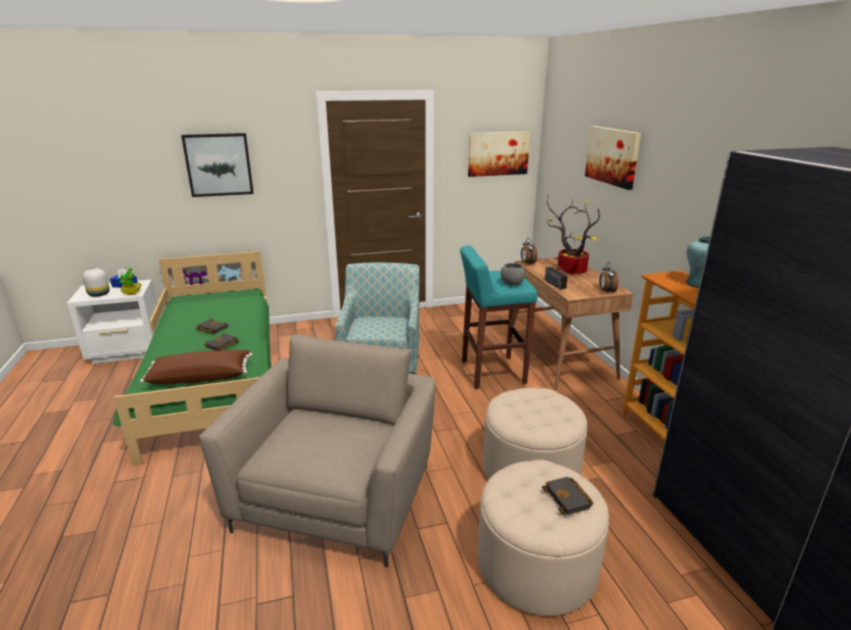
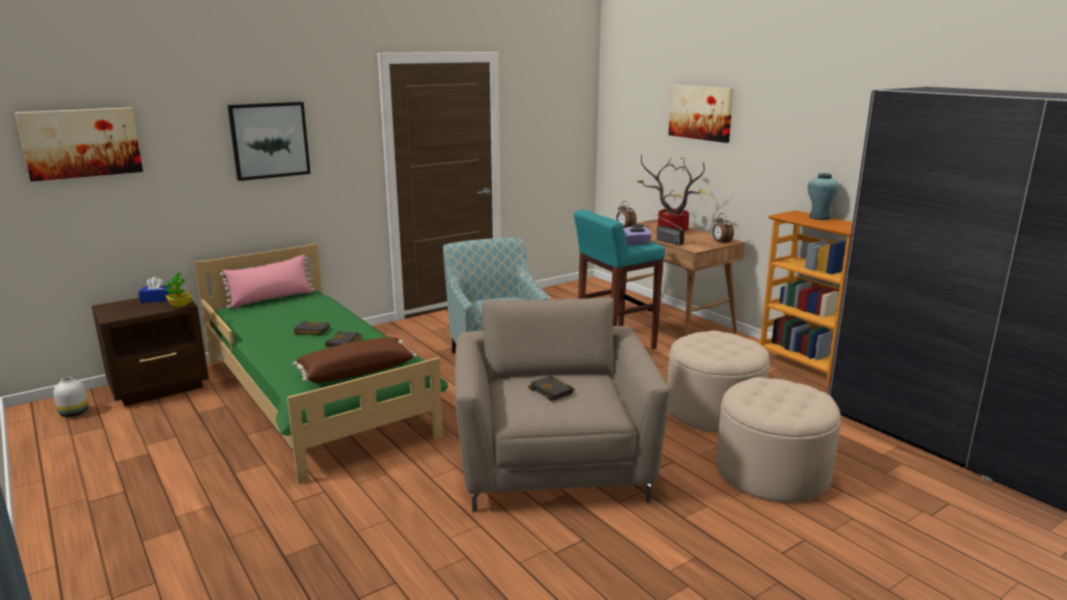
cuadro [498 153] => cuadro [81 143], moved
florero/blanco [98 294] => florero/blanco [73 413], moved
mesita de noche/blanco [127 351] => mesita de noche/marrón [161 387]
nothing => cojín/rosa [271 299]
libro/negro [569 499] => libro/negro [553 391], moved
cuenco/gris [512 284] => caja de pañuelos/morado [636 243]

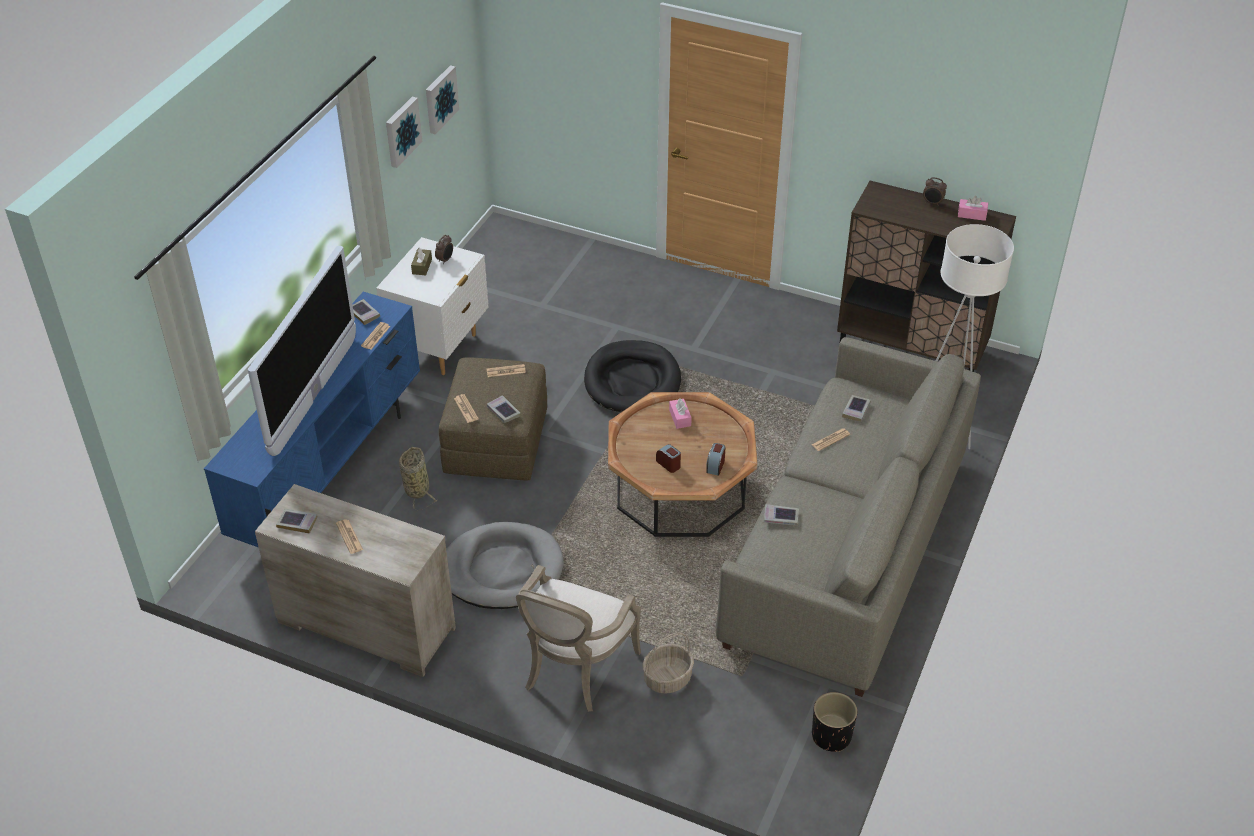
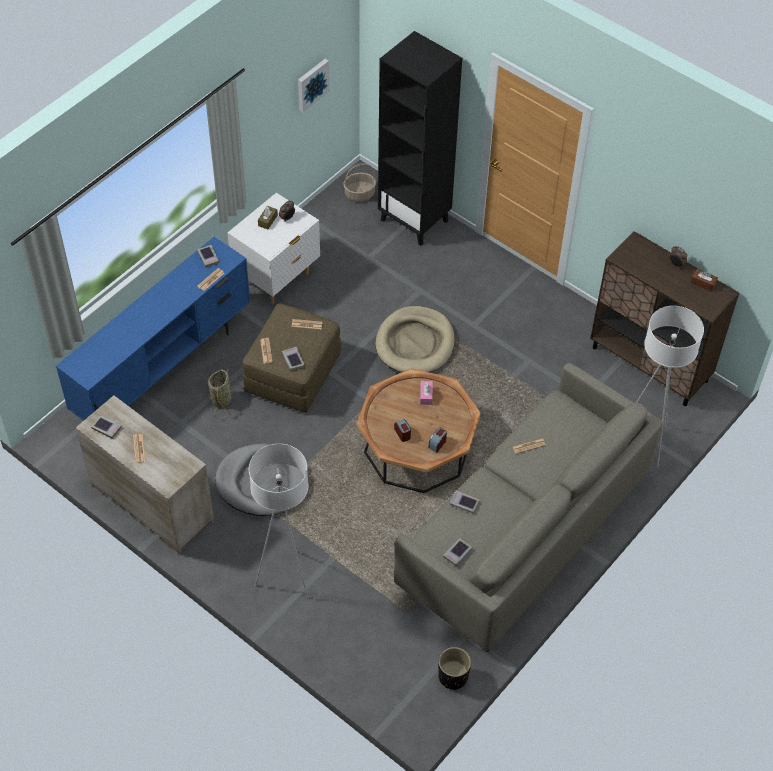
sillón [574 671] => lámpara de pie/blanco [286 577]
cesta [667 678] => cesta [360 193], moved
cama para perro/negro [632 381] => cama para perro/beis [415 343]
nothing => estantería/negro [415 220]
libro [856 410] => libro [457 553], moved
caja de pañuelos/rosa [972 214] => caja de pañuelos/marrón [703 283]
televisor [314 396] => nothing
cuadro [401 131] => nothing

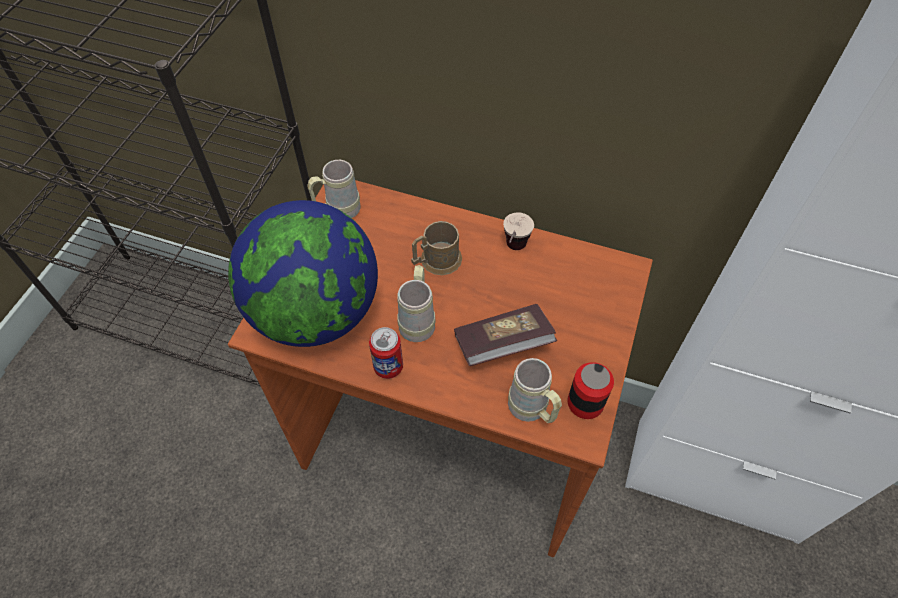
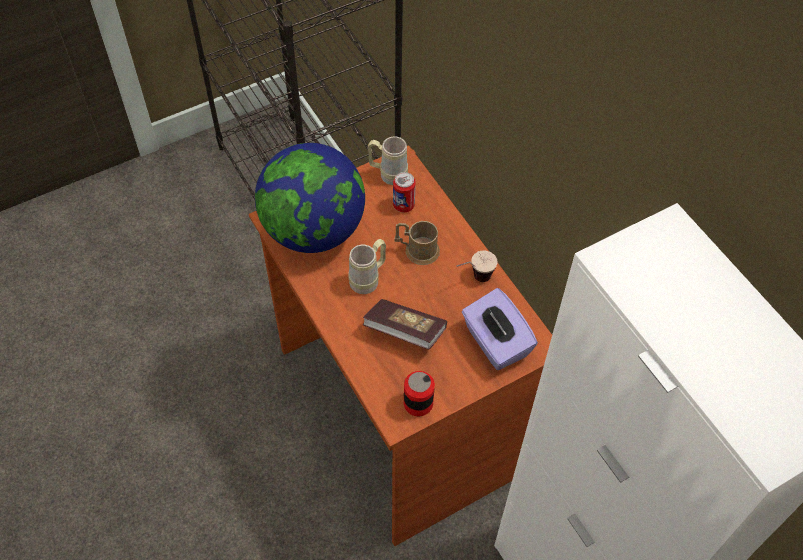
lata [388 367] => lata [403 205], moved
nothing => caja de pañuelos/morado [495 342]
taza grande/beis [532 411] => nothing

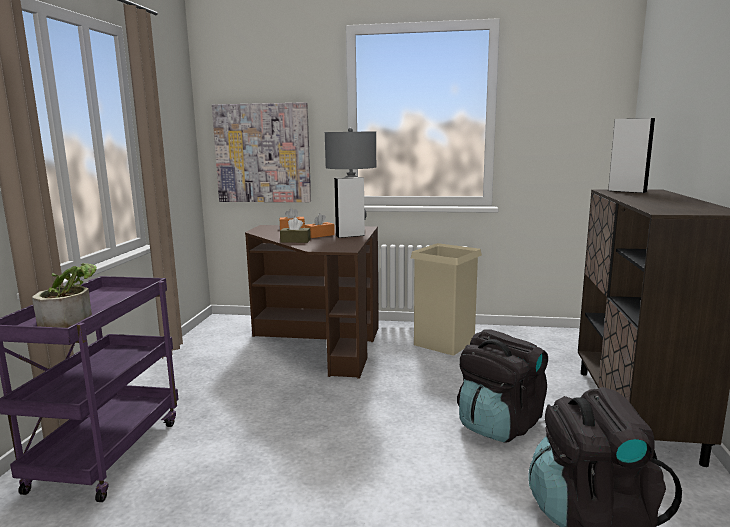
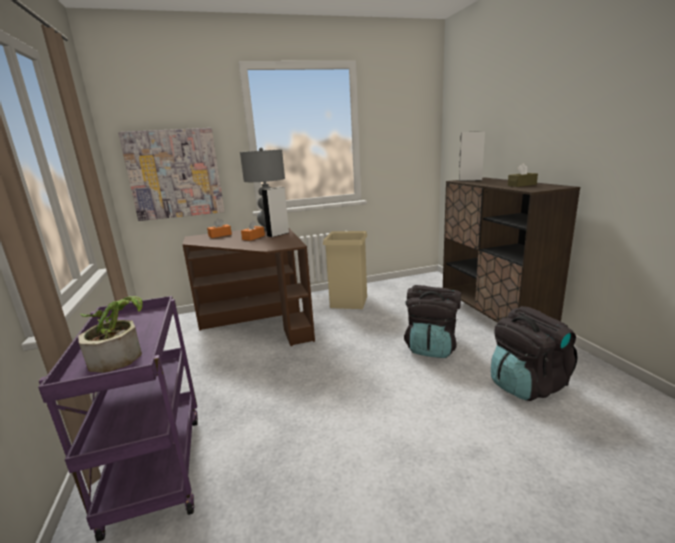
caja de pañuelos/marrón [295 241] => caja de pañuelos/marrón [522 185], moved

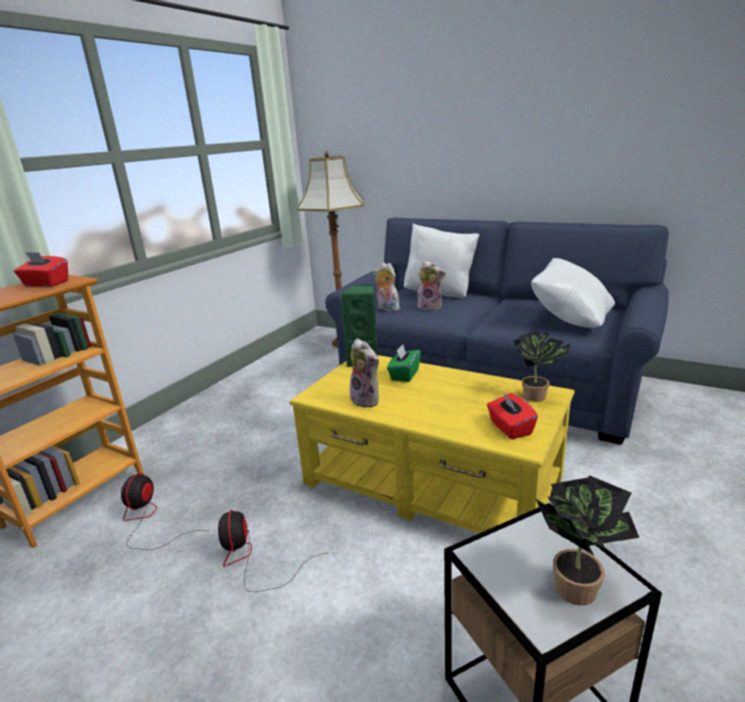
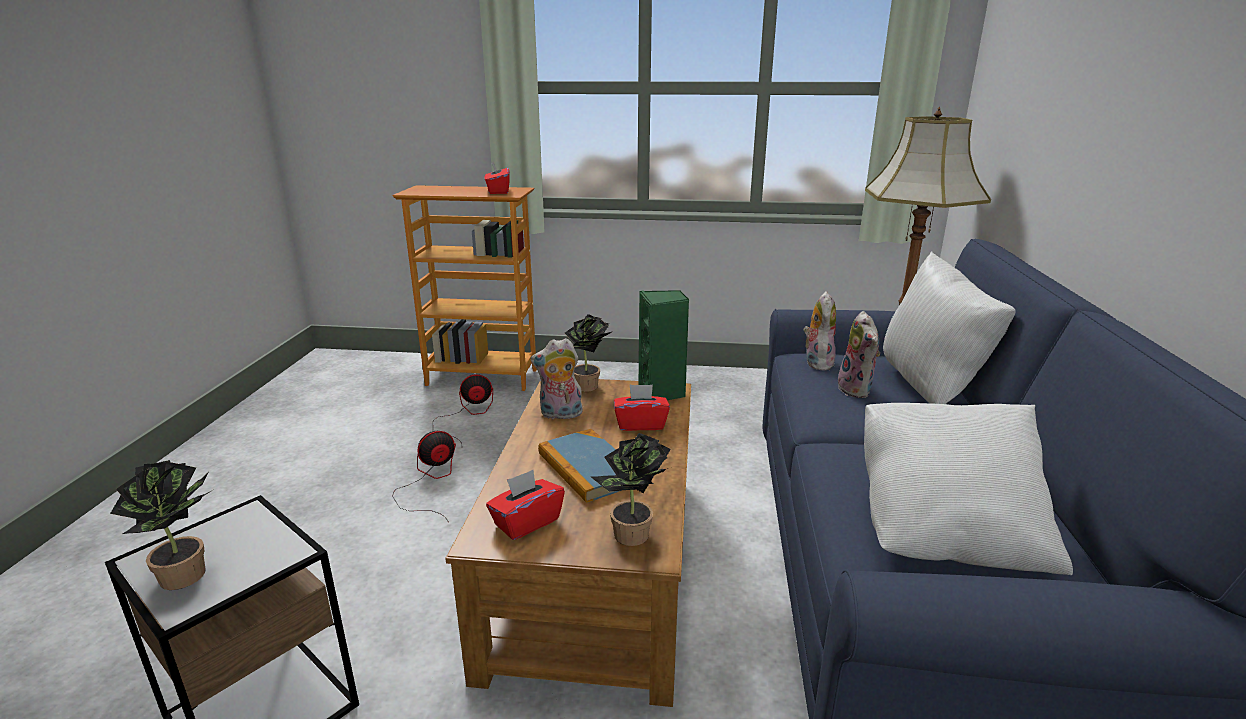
mesa de centro/amarillo [431 481] => mesa de centro/marrón [595 566]
peluche [367 400] => peluche [560 415], 60 degrees clockwise
nothing => libro [588 468]
nothing => planta en maceta [587 387]
caja de pañuelos/verde [404 375] => caja de pañuelos/rojo [640 424]

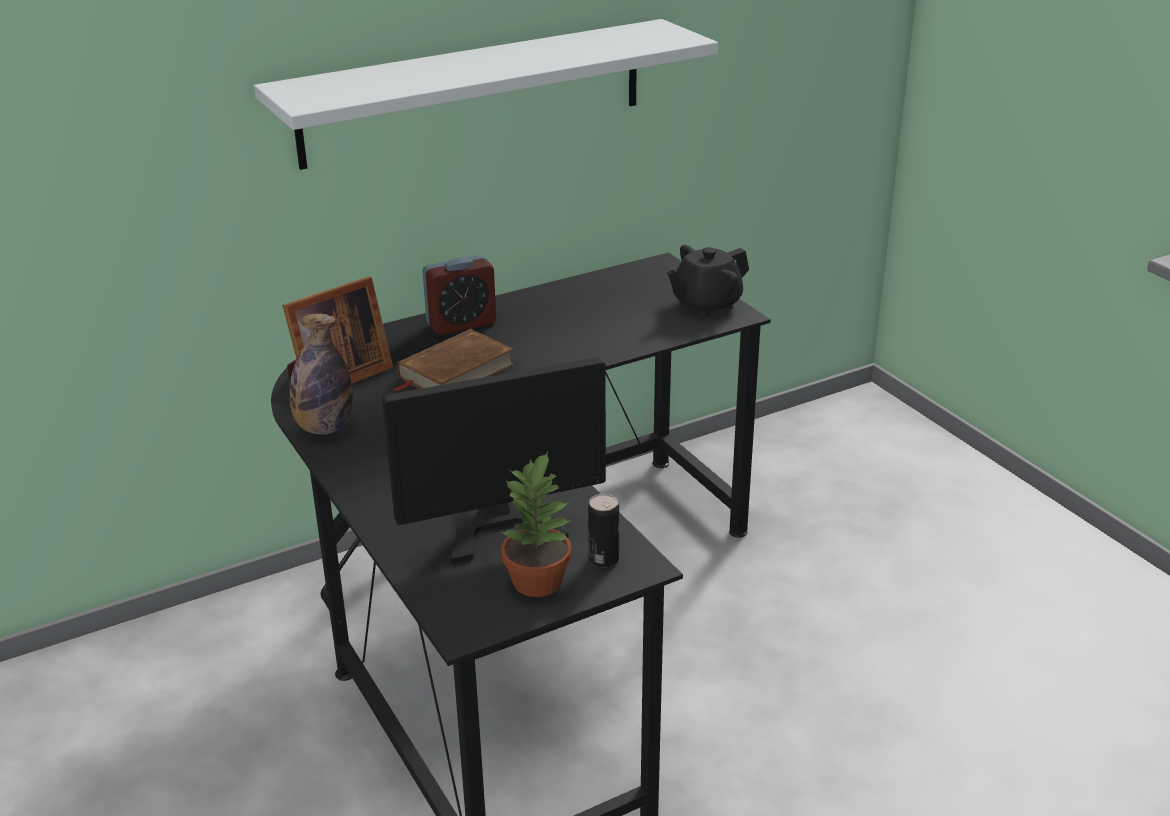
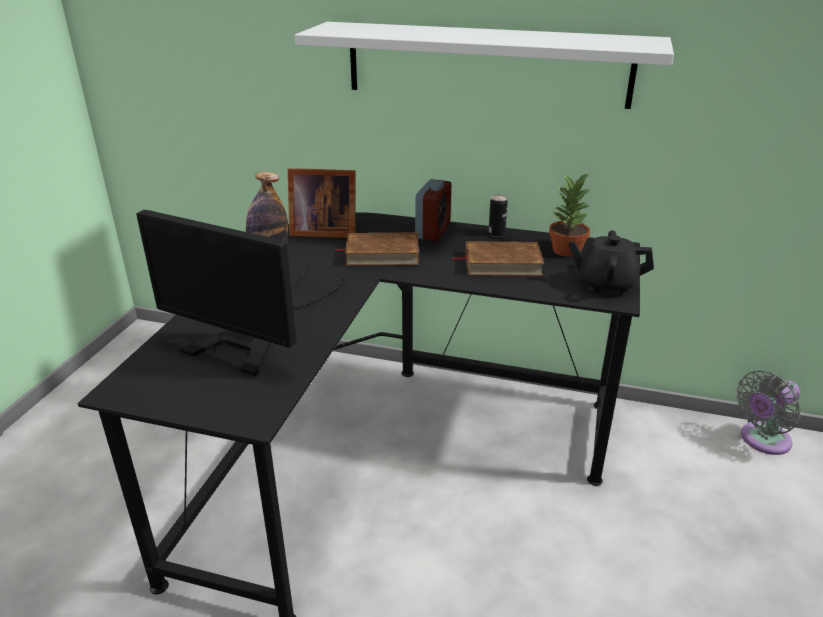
despertador [461 324] => despertador [433 231], 90 degrees counterclockwise
nothing => libro/marrón [502 264]
lata [603 559] => lata [496 234], moved
planta en maceta [539 581] => planta en maceta [567 250], moved
nothing => ventilador/gris [762 440]

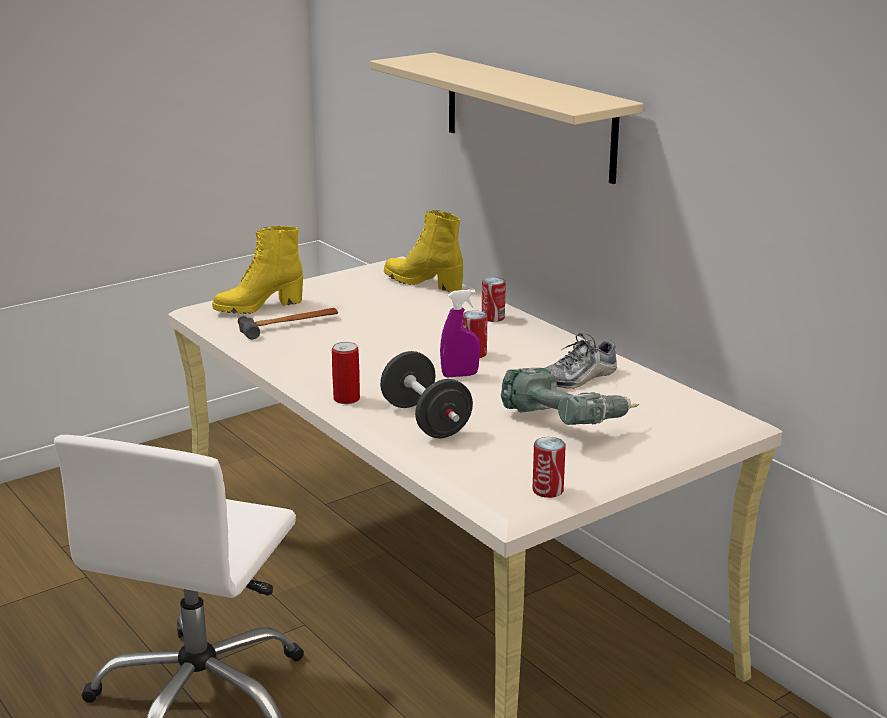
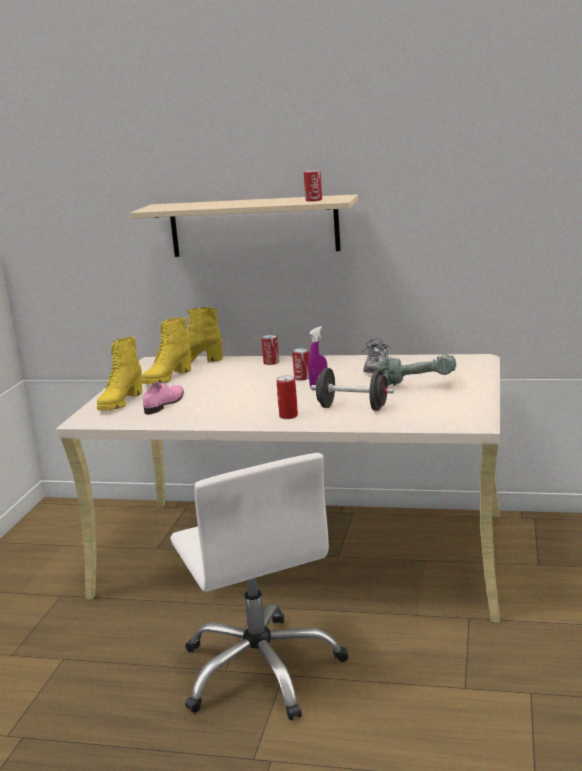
nothing => bota/amarillo [167 378]
martillo [289 326] => zapato/rosa [165 403]
lata [548 490] => lata [313 200], moved

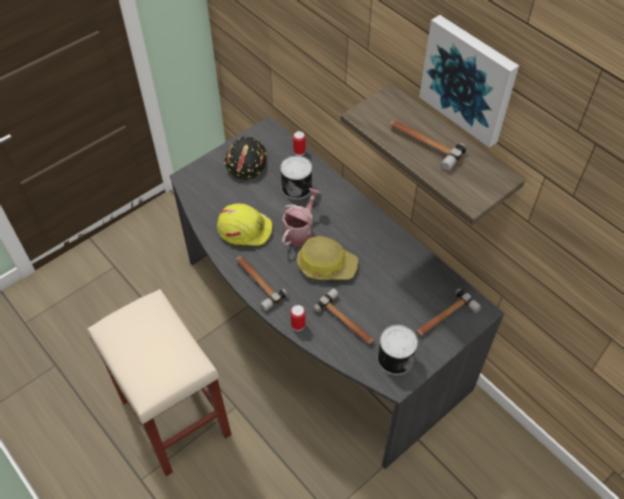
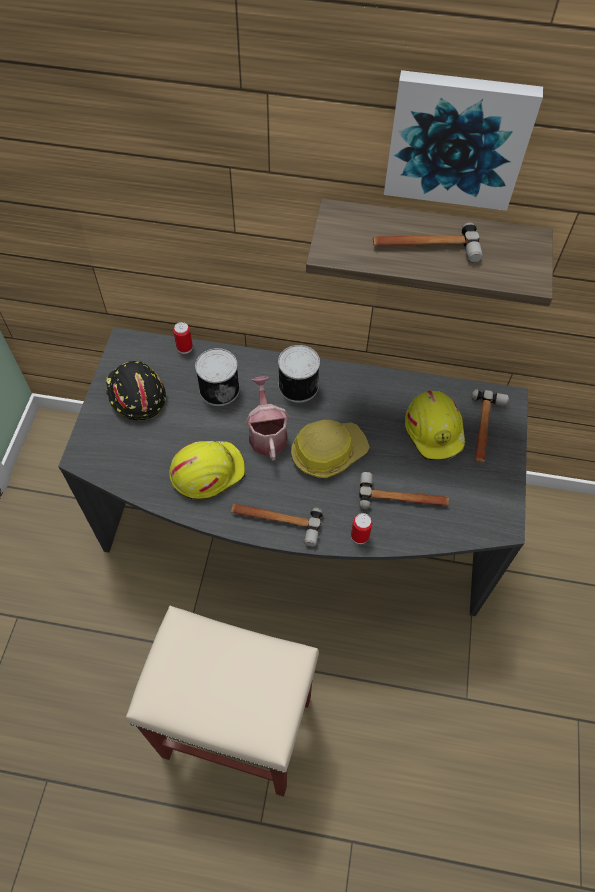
lata [394 358] => lata [297 385], moved
nothing => casco/amarillo [435 431]

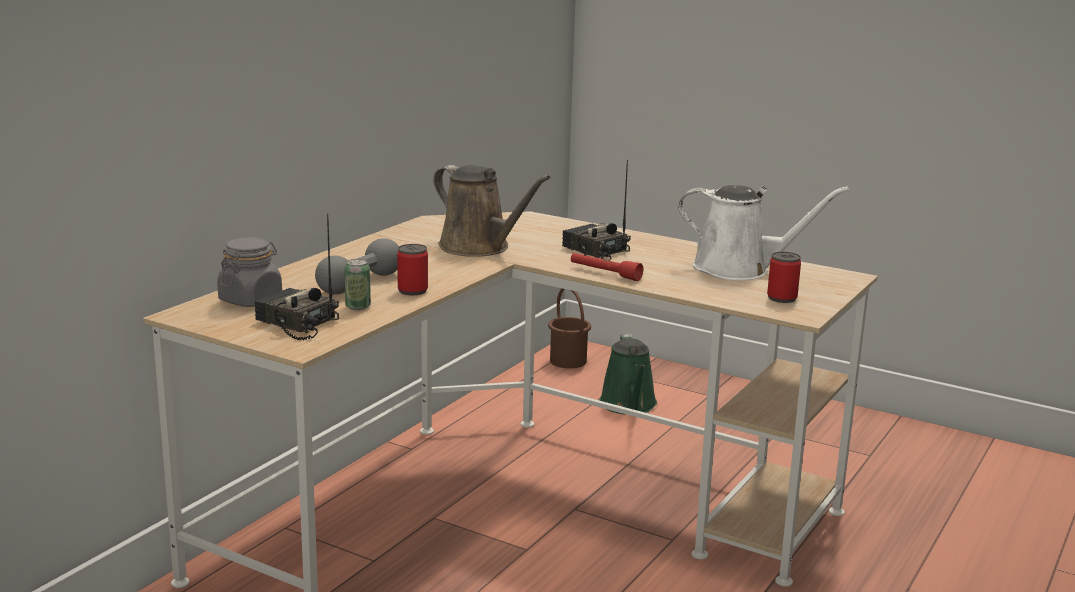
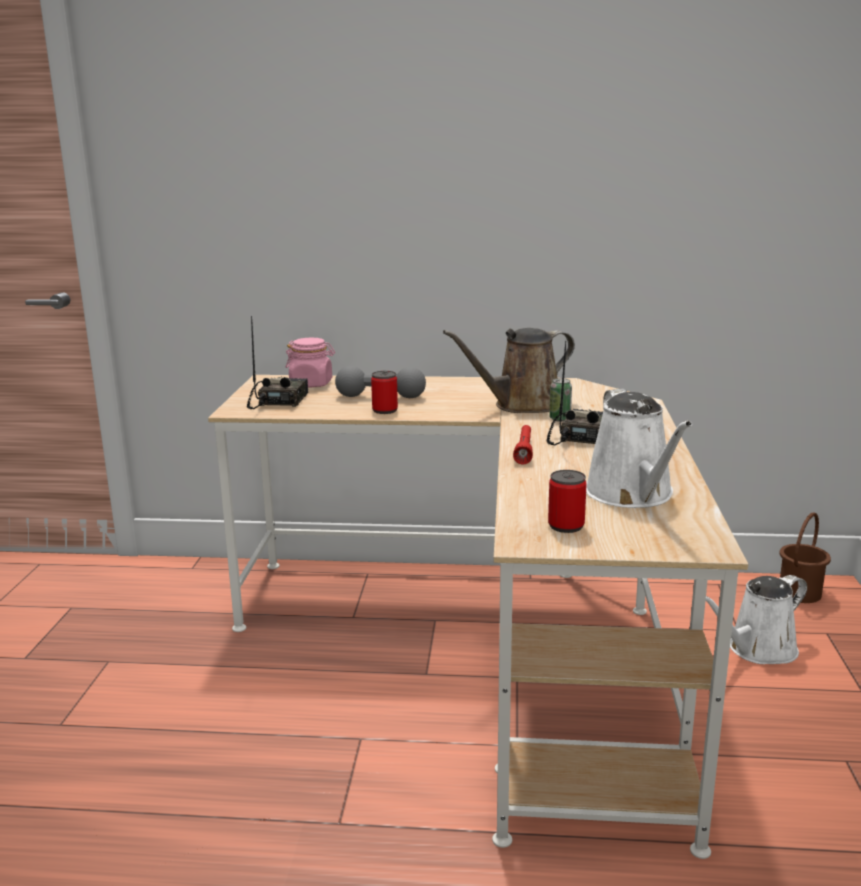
tarro/gris [250 300] => tarro/rosa [311 384]
regadera/marrón [479 248] => regadera/marrón [522 405], 45 degrees clockwise
lata [358 307] => lata [560 419], moved
regadera/verde [629 405] => regadera/blanco [757 650]

